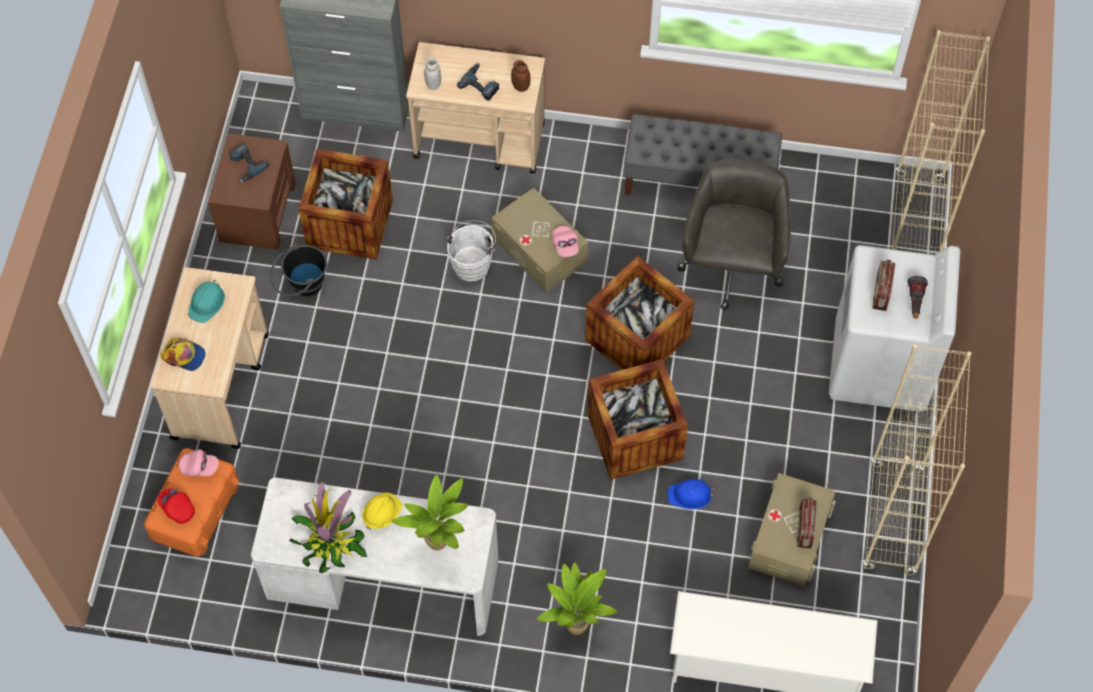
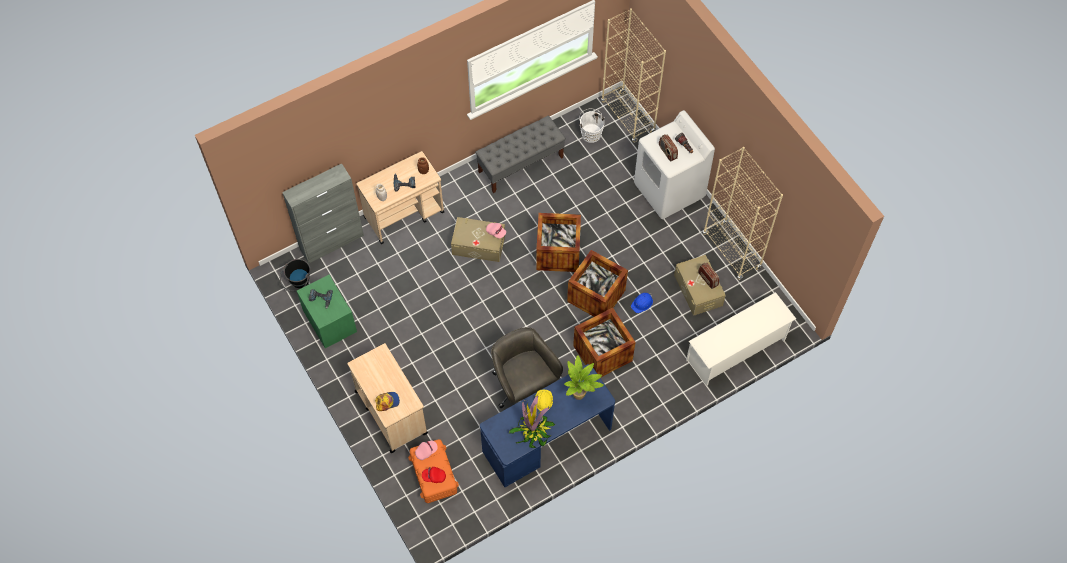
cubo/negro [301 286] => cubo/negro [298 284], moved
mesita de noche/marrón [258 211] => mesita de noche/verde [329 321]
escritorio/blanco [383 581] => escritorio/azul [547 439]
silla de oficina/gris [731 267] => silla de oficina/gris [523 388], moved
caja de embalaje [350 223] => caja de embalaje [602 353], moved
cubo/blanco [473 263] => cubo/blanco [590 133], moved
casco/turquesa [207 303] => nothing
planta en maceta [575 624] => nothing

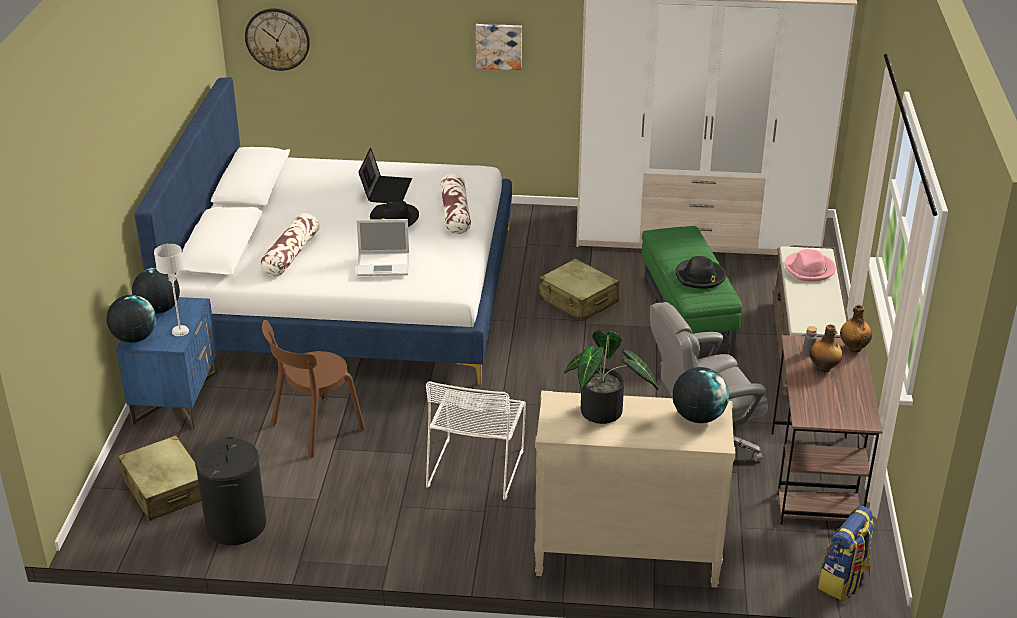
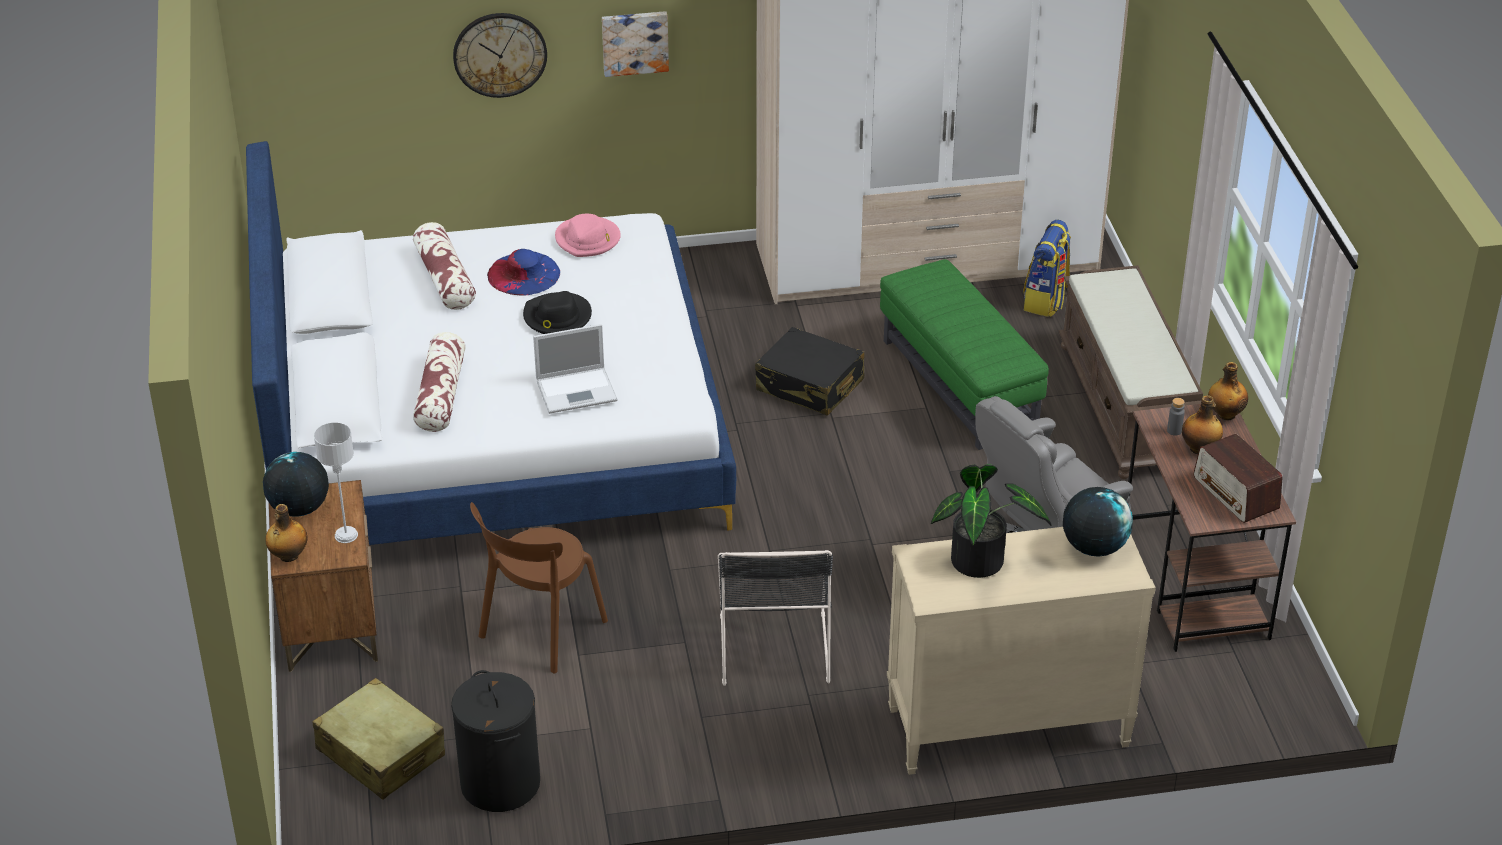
globo terráqueo [134 338] => botella [288 556]
mesita de noche/azul [176 398] => mesita de noche/marrón [330 622]
cojín [455 213] => cojín [444 278], moved
reloj de pared [277 39] => reloj de pared [500 54], moved
portátil [386 190] => sombrero/azul [523 274]
sombrero/rosa [809 269] => sombrero/rosa [588 240], moved
silla/blanco [476 466] => silla/negro [774 644]
maleta/beis [578 301] => maleta/negro [810 385]
mochila [843 581] => mochila [1046 300], moved
nothing => radio [1236 493]
sombrero/negro [700 276] => nothing

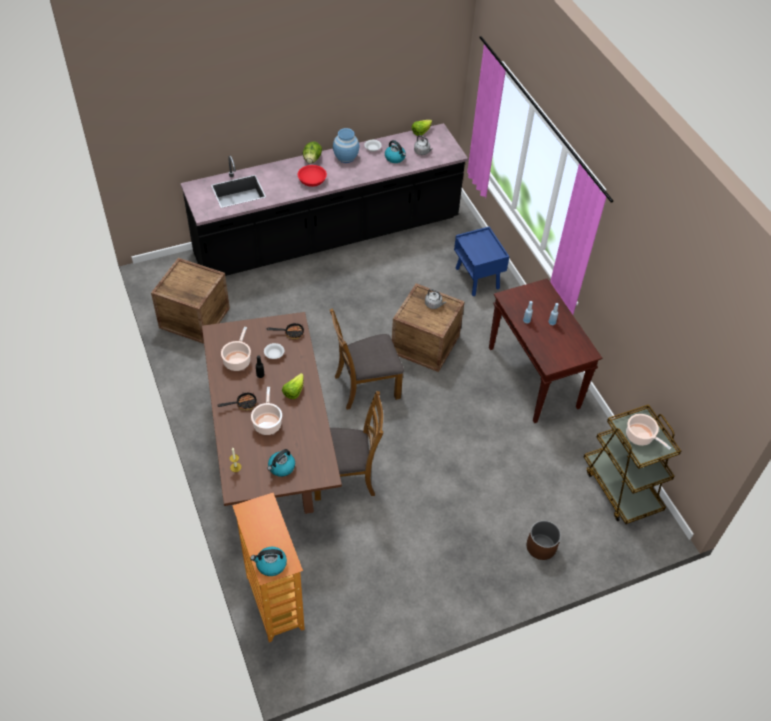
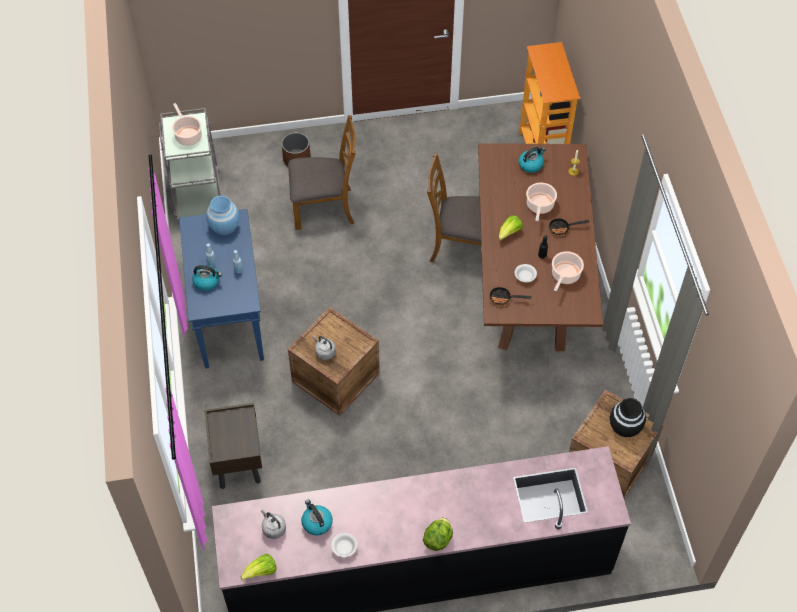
carrito/marrón [621 488] => carrito/gris [197 194]
mesa consola/marrón [534 378] => mesa consola/azul [228 315]
hervidor [270 564] => hervidor [207 281], moved
mesita de noche/azul [477 278] => mesita de noche/marrón [237 460]
florero/azul [346 157] => florero/azul [224 226], moved
silla/marrón [366 386] => silla/marrón [324 207], moved
nothing => florero/negro [625 427]
cuenco/rojo [312 180] => nothing

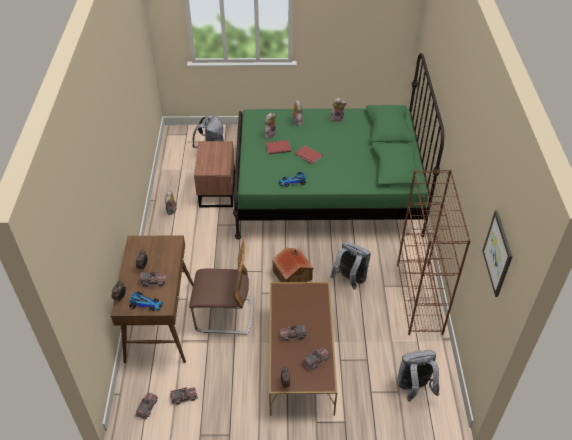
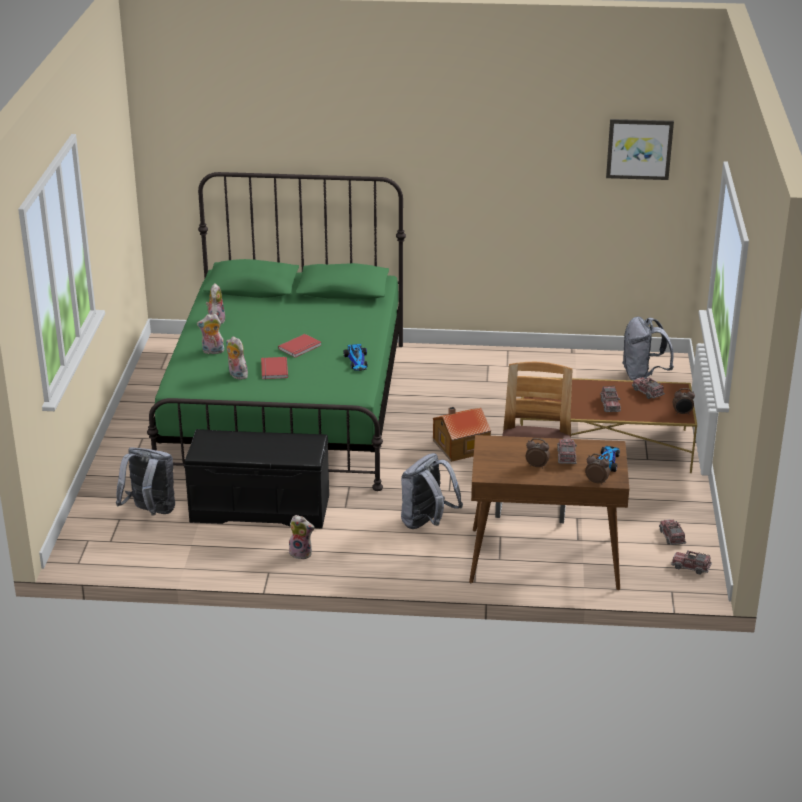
mesita de noche/marrón [216 190] => banco/negro [260 508]
mochila/gris [350 280] => mochila/gris [427 523], moved
estantería/marrón [419 299] => nothing

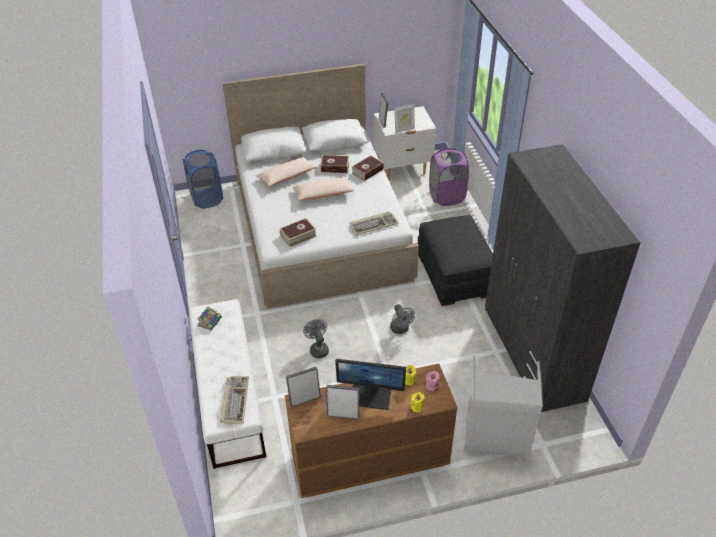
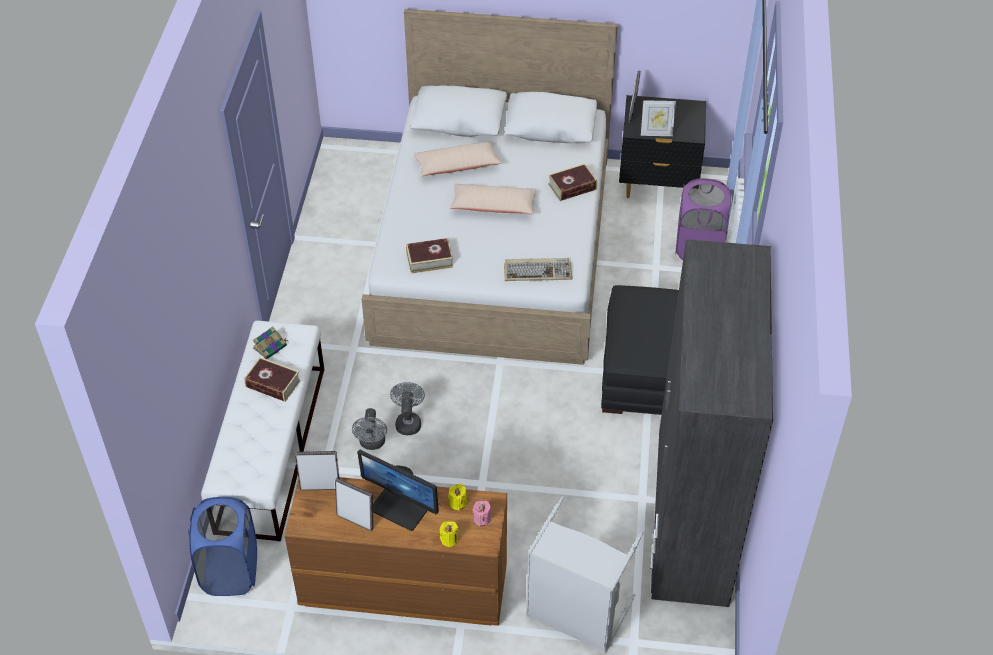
cesto de la ropa/azul [206 198] => cesto de la ropa/azul [230 571], moved
libro [335 167] => libro [273 384], moved
ventilador/gris [400 329] => ventilador/gris [372 443], moved
mesita de noche/blanco [402 169] => mesita de noche/negro [657 186]
teclado [234 400] => nothing

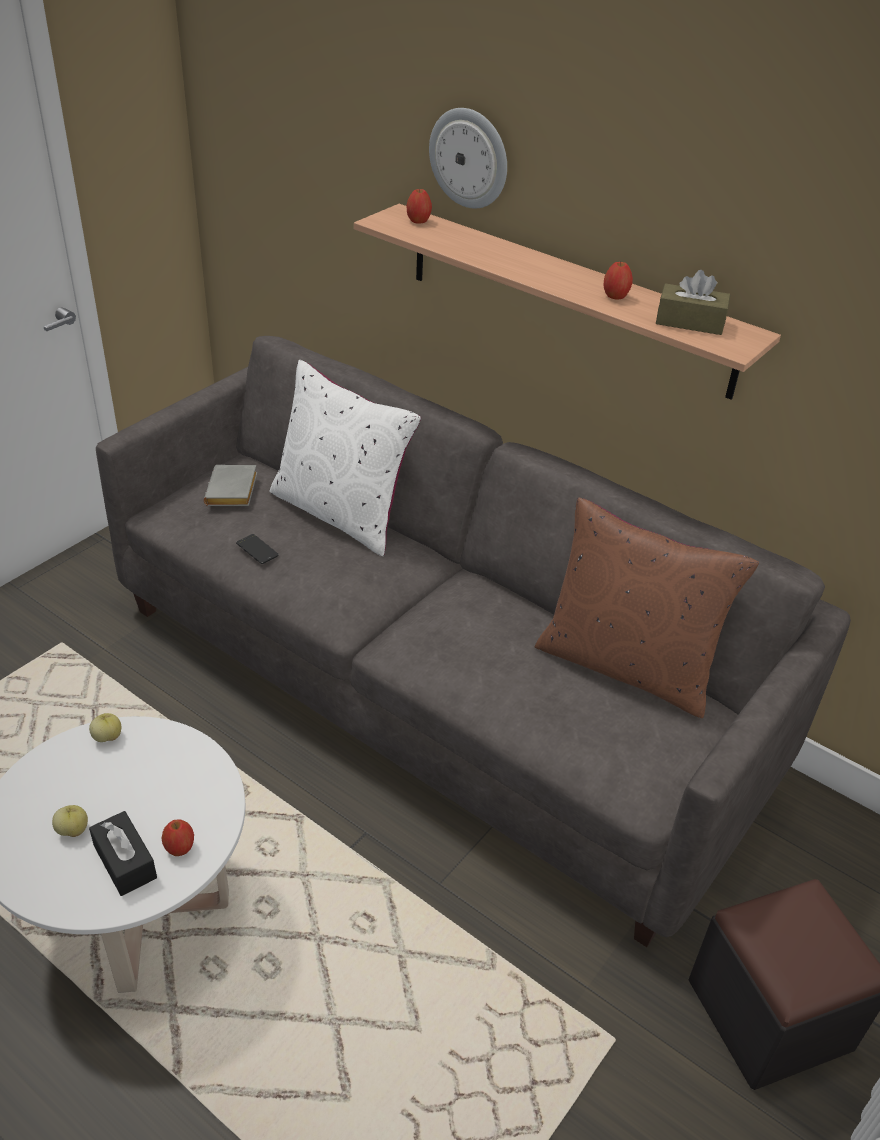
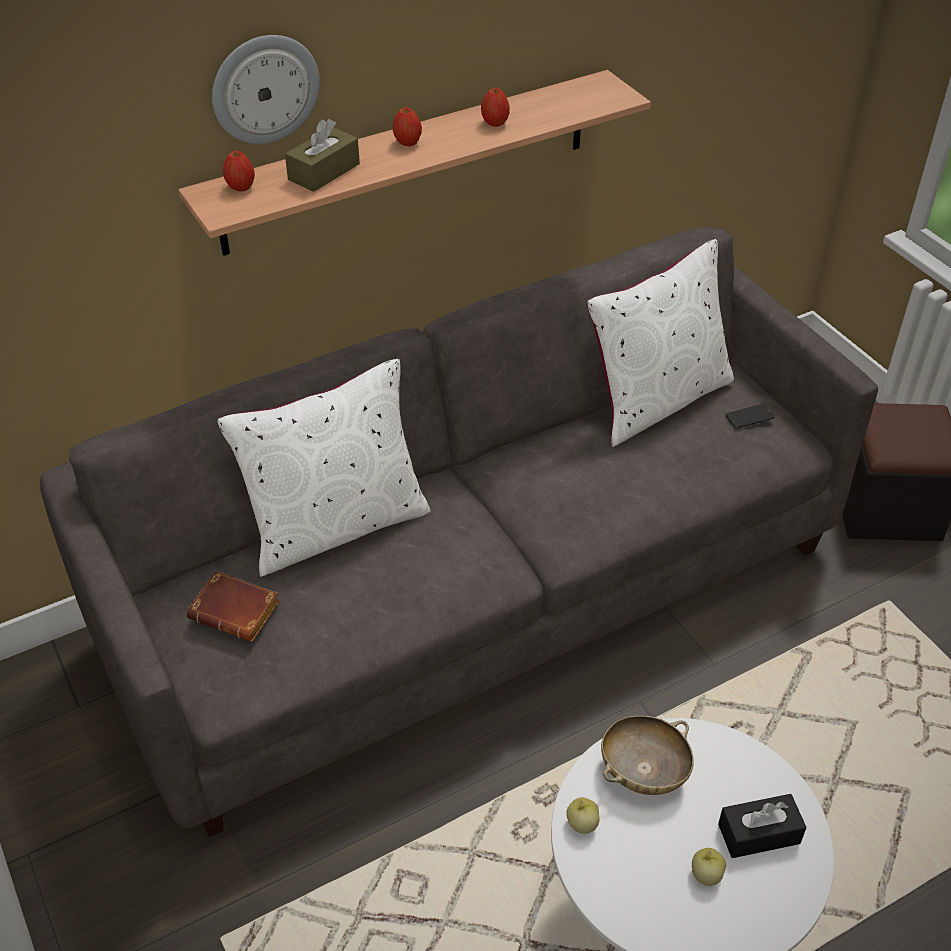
libro/gris [233 492] => libro/marrón [238 610]
caja de pañuelos/marrón [690 322] => caja de pañuelos/marrón [324 172], moved
manzana [180 848] => manzana [407 142], moved
cojín/marrón [626 665] => cojín/blanco [656 399]
nothing => cuenco/beis [643 771]
móvil [257 549] => móvil [750 416], moved

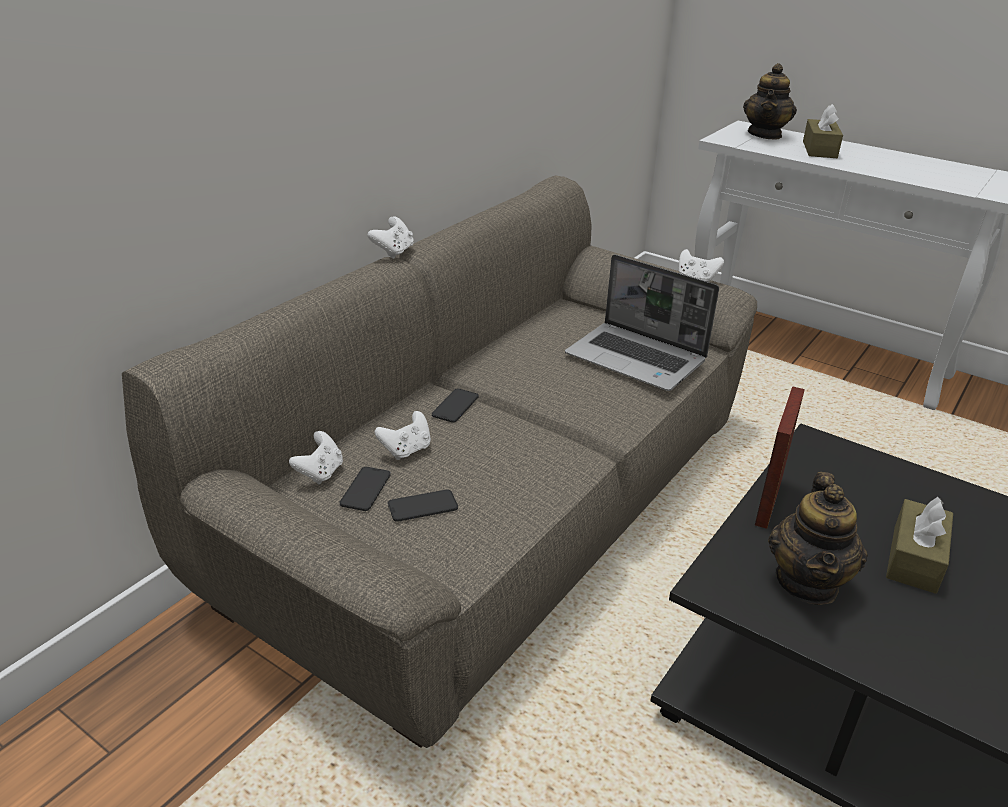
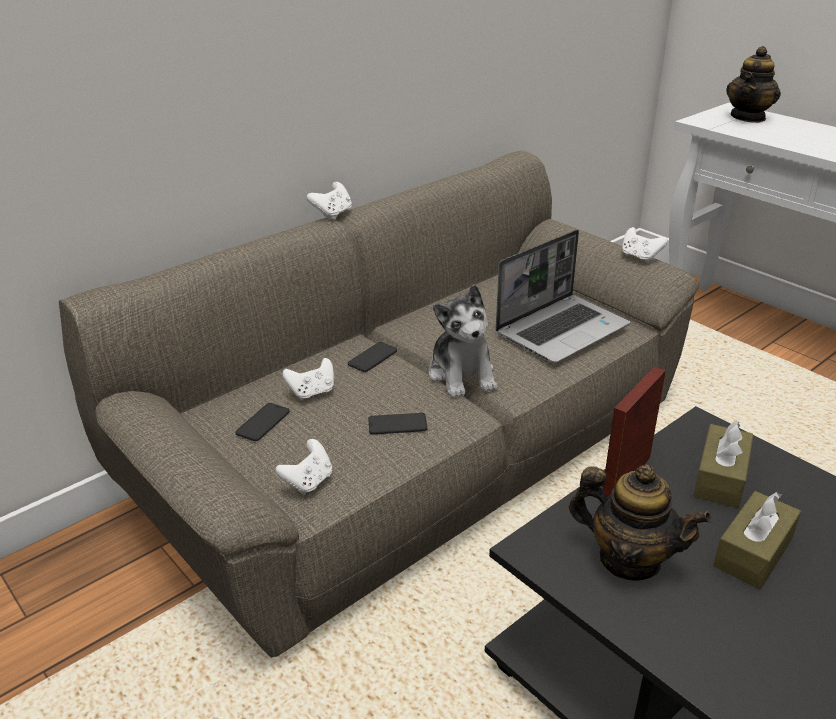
mando de consola/blanco [320 473] => mando de consola/blanco [308 482], moved
móvil [422 506] => móvil [397 424], moved
nothing => peluche [462 374]
portátil [637 359] => portátil [562 329], 90 degrees counterclockwise
tetera [807 582] => tetera [629 559], 90 degrees counterclockwise
caja de pañuelos/marrón [819 149] => caja de pañuelos/marrón [720 478], moved

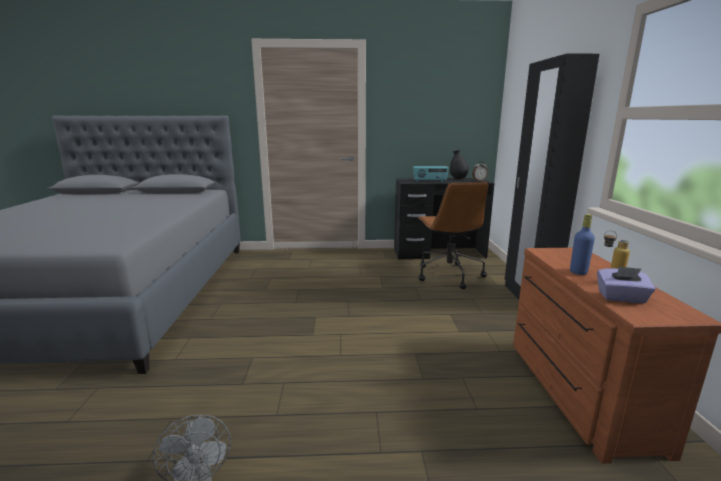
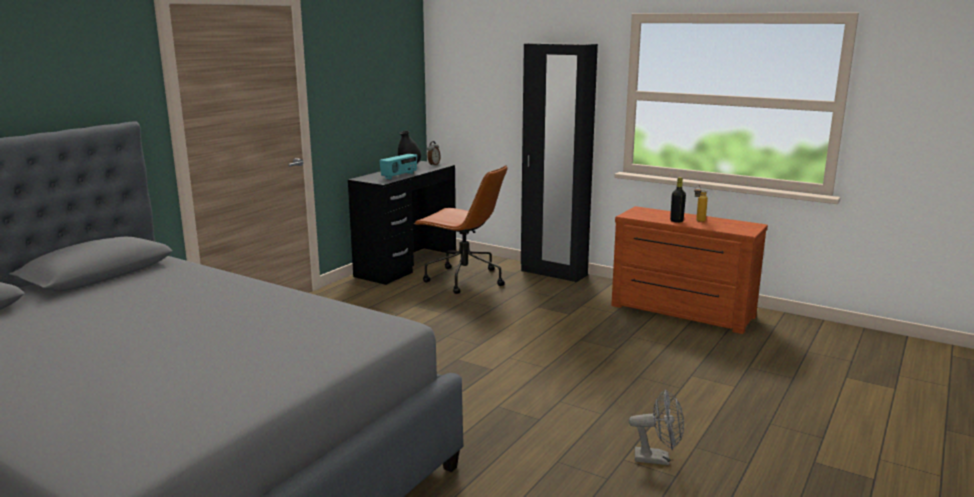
botella/azul [578 272] => botella/negro [676 221]
caja de pañuelos/morado [621 298] => nothing

